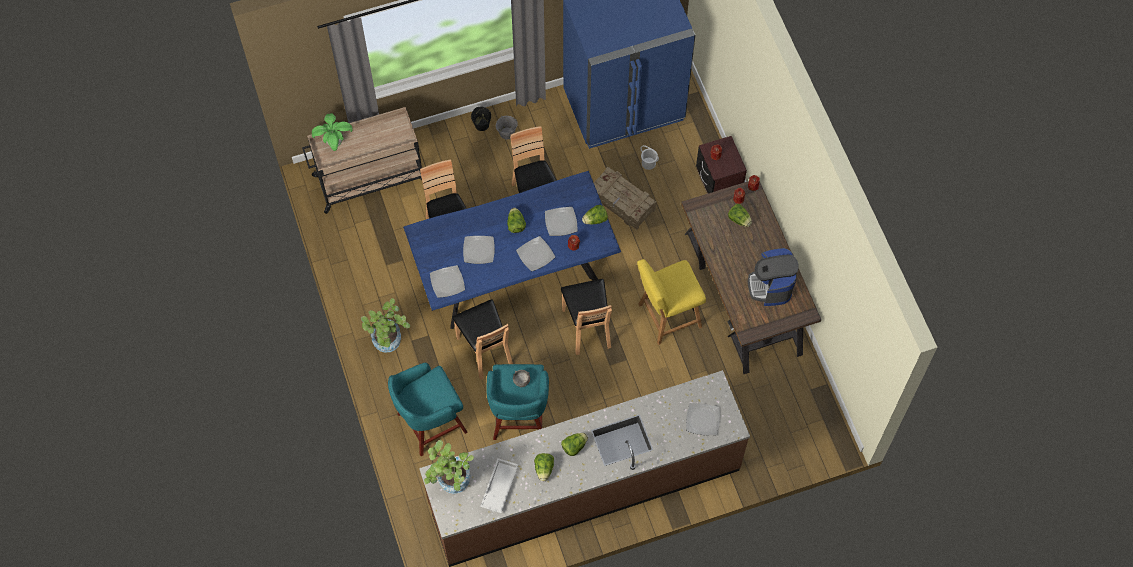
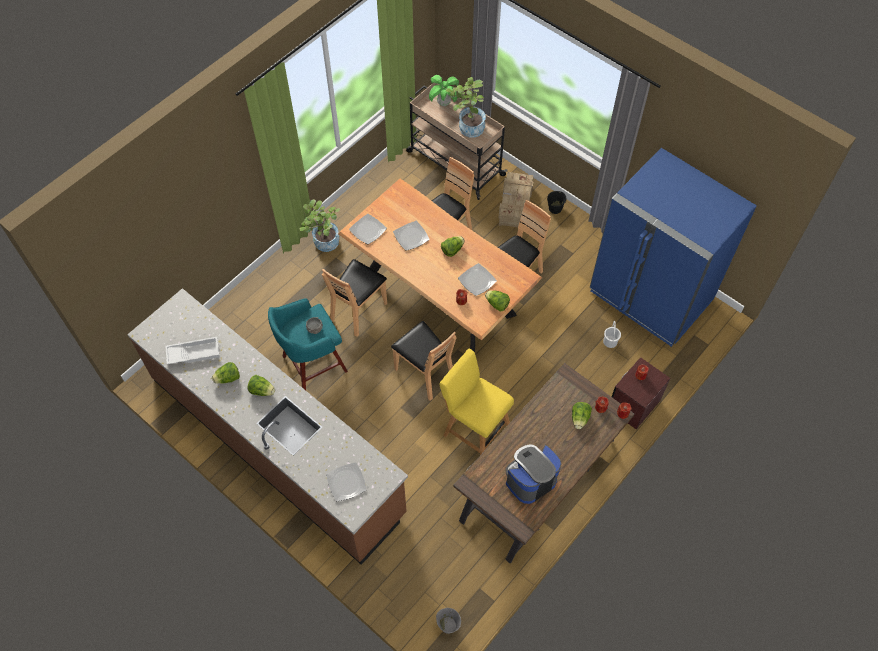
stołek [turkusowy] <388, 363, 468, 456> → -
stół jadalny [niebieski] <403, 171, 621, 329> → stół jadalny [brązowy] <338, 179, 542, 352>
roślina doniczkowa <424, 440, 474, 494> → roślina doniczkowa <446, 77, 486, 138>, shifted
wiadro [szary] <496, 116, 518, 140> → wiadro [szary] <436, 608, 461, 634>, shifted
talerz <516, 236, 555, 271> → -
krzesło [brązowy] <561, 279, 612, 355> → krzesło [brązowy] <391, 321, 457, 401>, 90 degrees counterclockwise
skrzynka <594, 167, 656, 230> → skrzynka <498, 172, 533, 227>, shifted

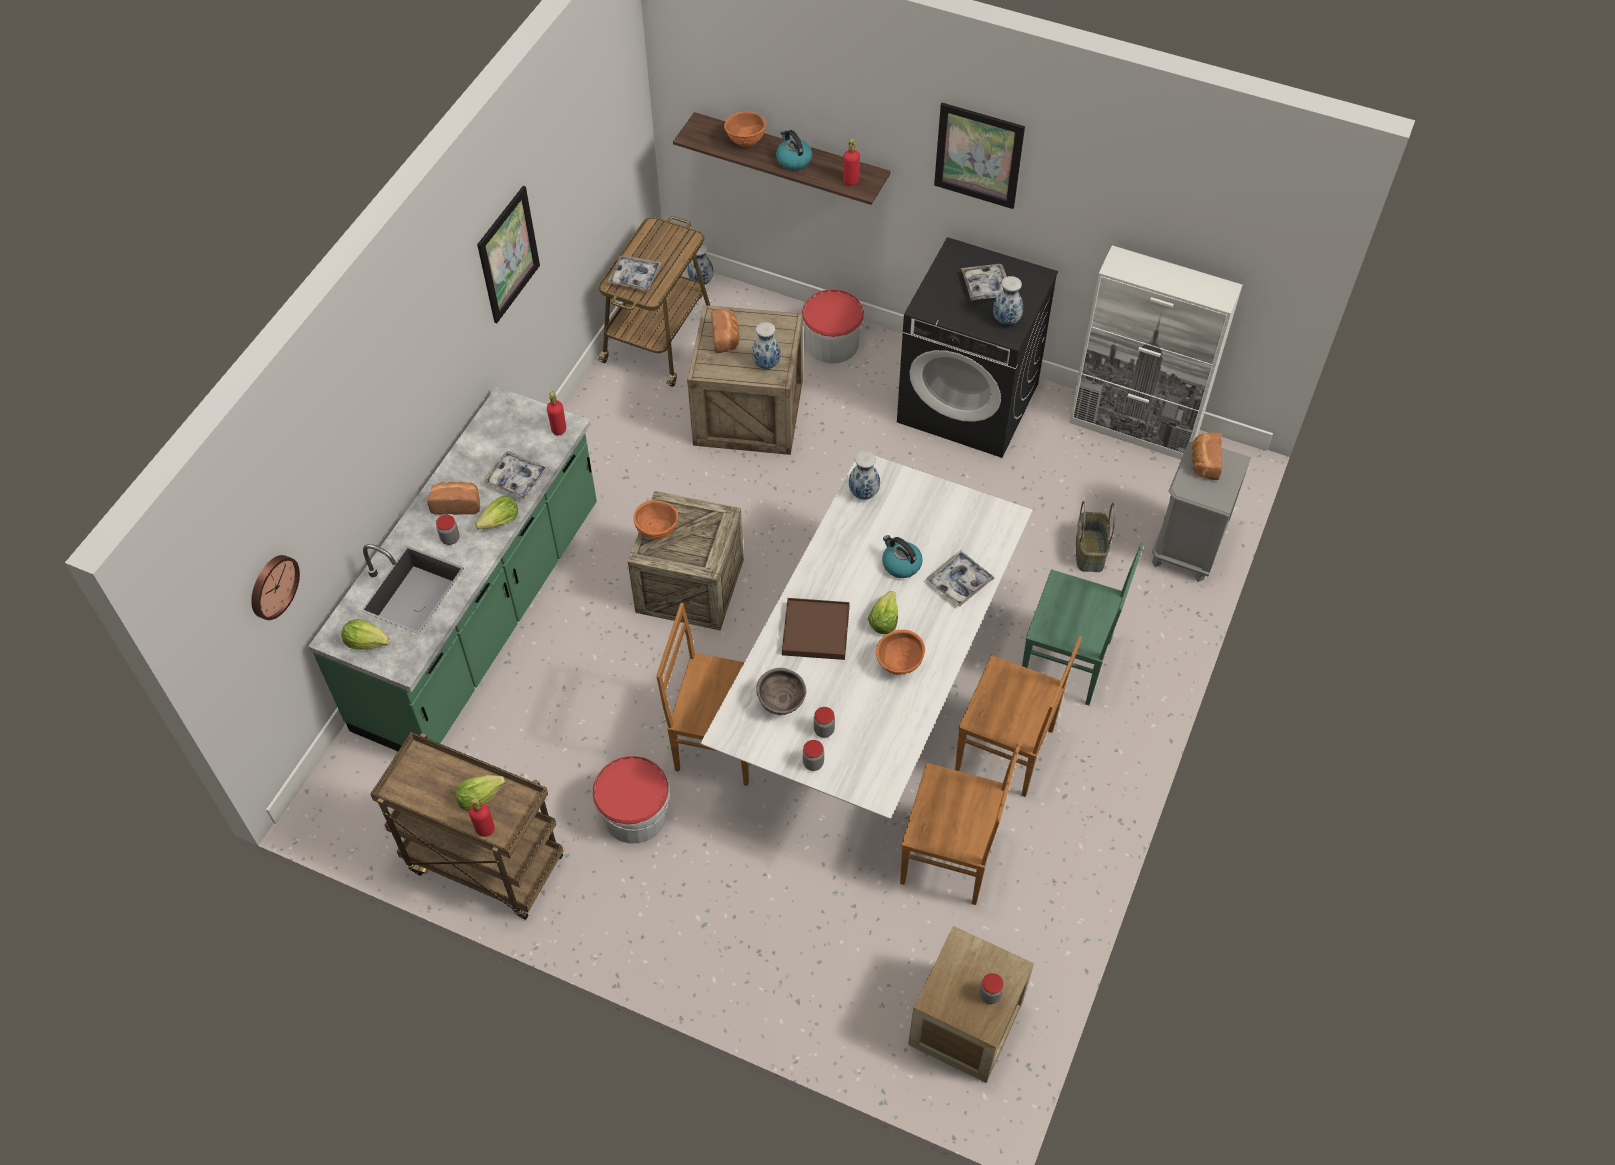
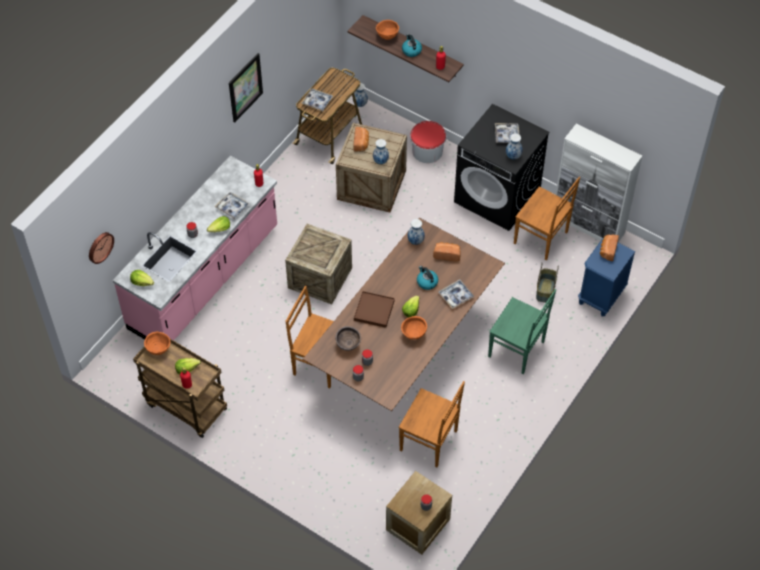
zabudowa kuchenna [zielony] <308, 387, 597, 751> → zabudowa kuchenna [różowy] <113, 156, 277, 340>
chleb <427, 482, 480, 515> → chleb <433, 242, 461, 262>, shifted
wiadro <593, 756, 669, 844> → -
miska [pomarańczowy] <633, 501, 678, 539> → miska [pomarańczowy] <144, 332, 171, 355>, shifted
stół jadalny [biały] <700, 451, 1033, 819> → stół jadalny [brązowy] <303, 218, 505, 411>
obraz <934, 103, 1025, 209> → -
krzesło [brązowy] <955, 636, 1083, 797> → krzesło [brązowy] <514, 177, 580, 261>, shifted
szafka nocna [szary] <1152, 441, 1251, 582> → szafka nocna [niebieski] <578, 238, 635, 316>

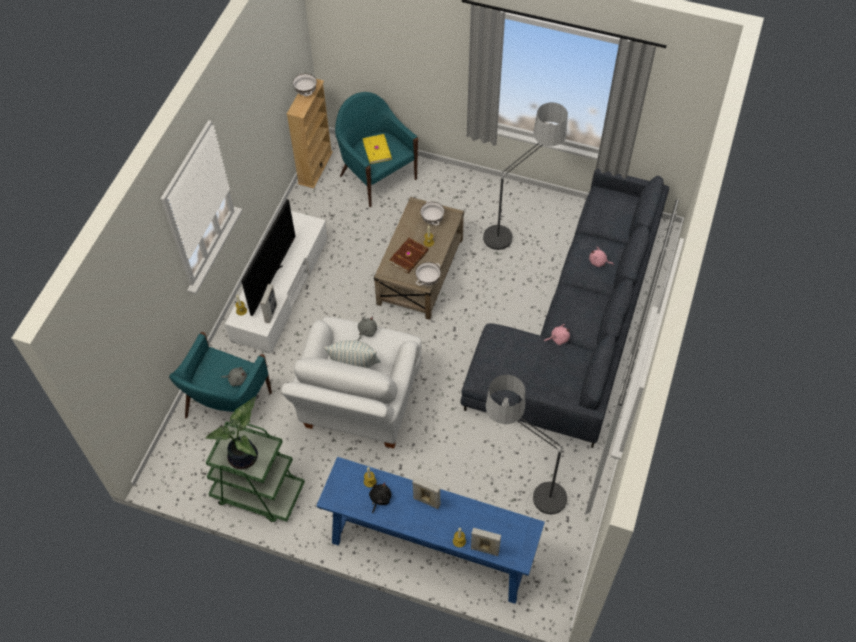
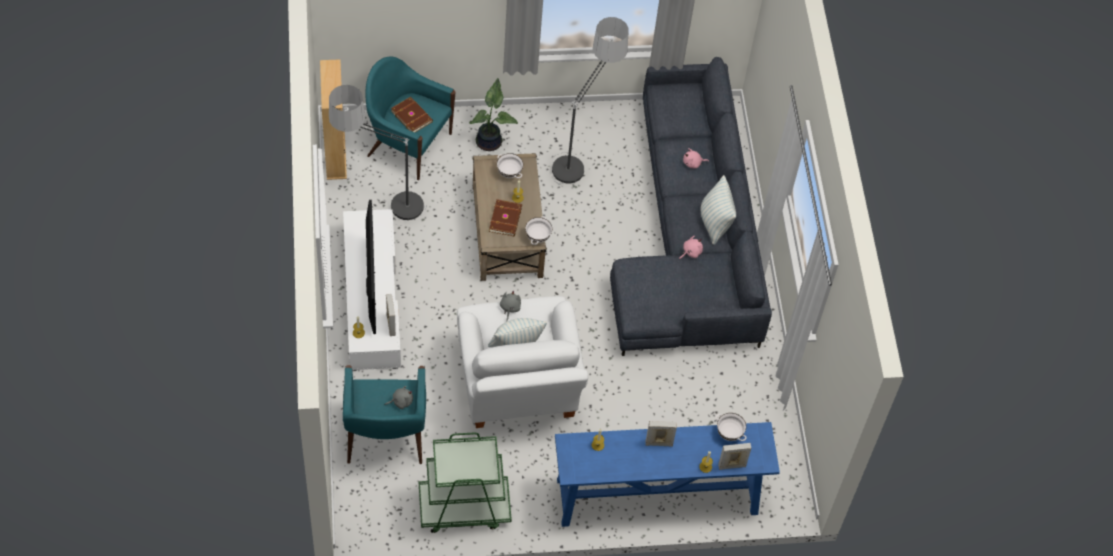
roślina doniczkowa <206, 397, 258, 469> → roślina doniczkowa <469, 78, 518, 151>, shifted
miska [biały] <293, 74, 317, 96> → miska [biały] <716, 413, 747, 441>, shifted
książka [żółty] <363, 134, 392, 164> → książka [brązowy] <391, 97, 433, 132>
pluszak [czarny] <369, 482, 392, 514> → -
lampa stojąca <486, 375, 569, 517> → lampa stojąca <329, 85, 427, 226>, shifted
- → poduszka <701, 175, 736, 245>

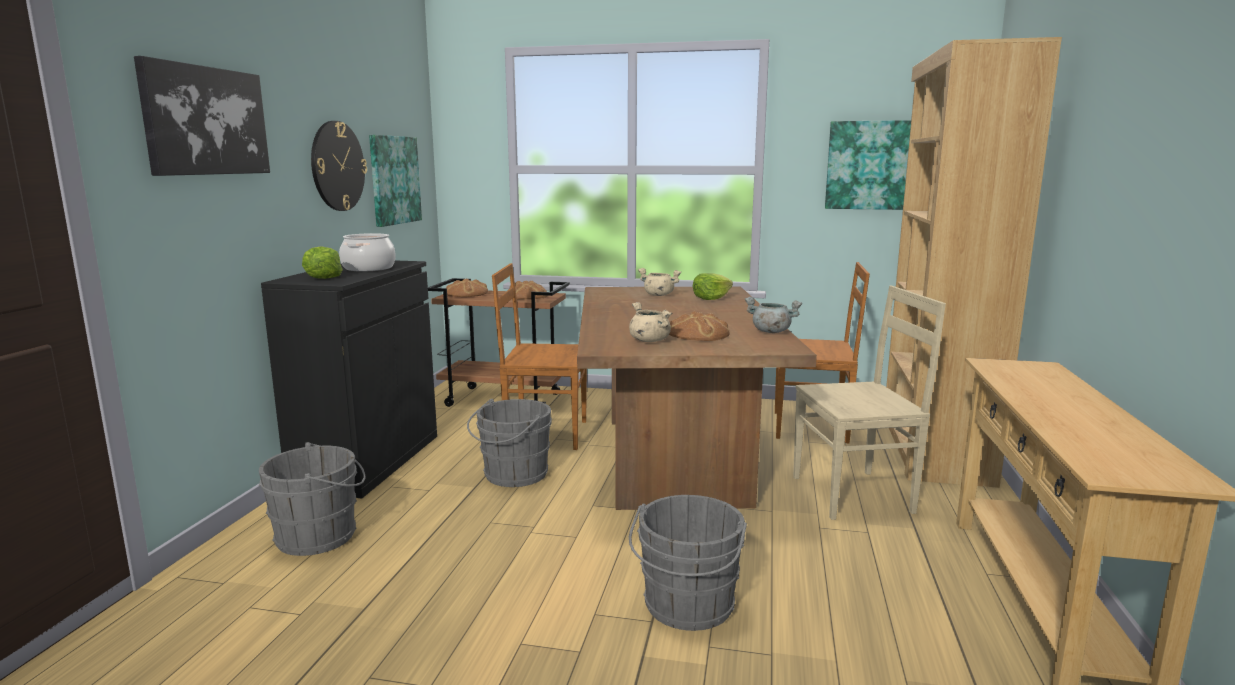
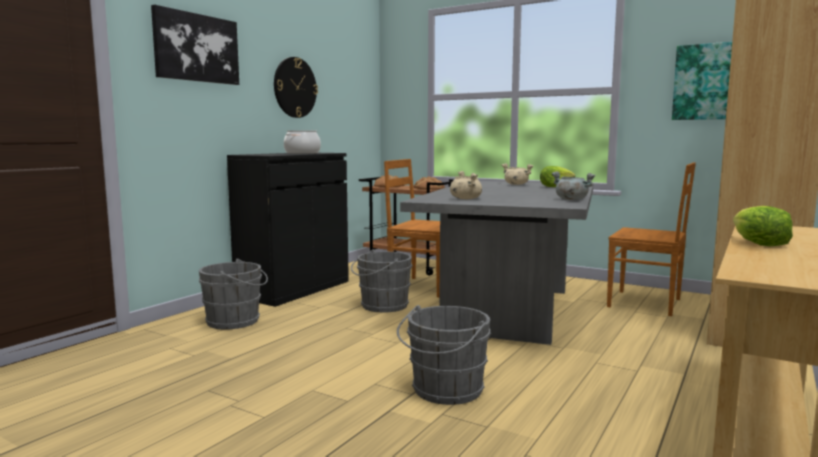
sałata <302, 246, 343, 279> → sałata <733, 206, 793, 246>, shifted
obraz <369, 135, 422, 227> → -
stół jadalny [brązowy] <577, 286, 817, 510> → stół jadalny [szary] <400, 181, 593, 345>
chleb <669, 311, 730, 341> → -
krzesło [beżowy] <793, 286, 946, 520> → -

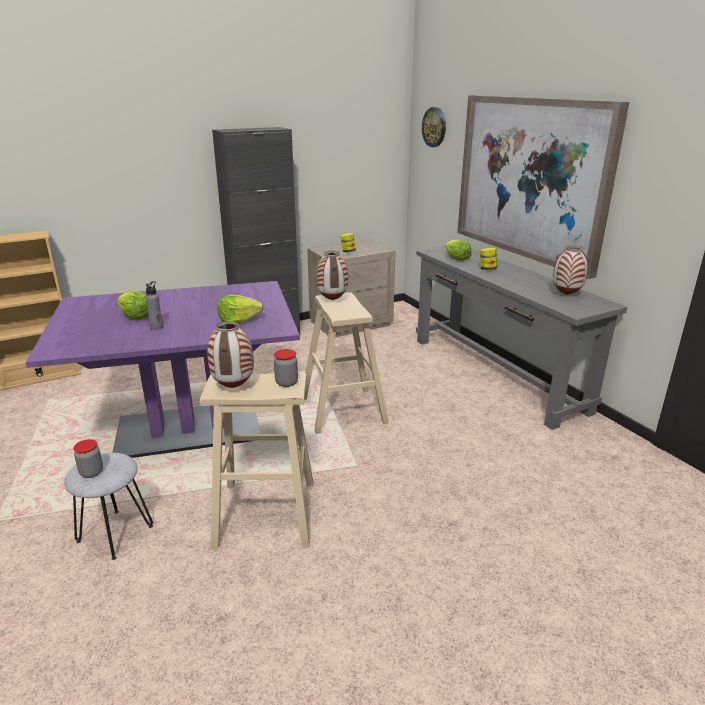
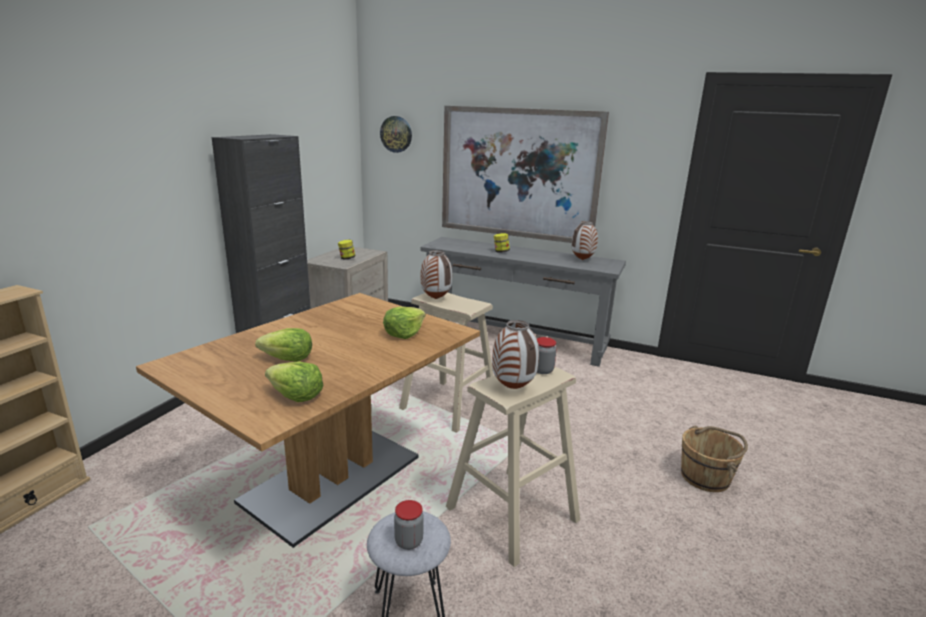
stół jadalny [fioletowy] <26, 281, 300, 458> → stół jadalny [brązowy] <136, 293, 480, 548>
butelka [szary] <145, 281, 163, 330> → -
sałata <445, 240, 471, 261> → sałata <265, 361, 323, 402>, shifted
- → wiadro [brązowy] <681, 426, 748, 492>

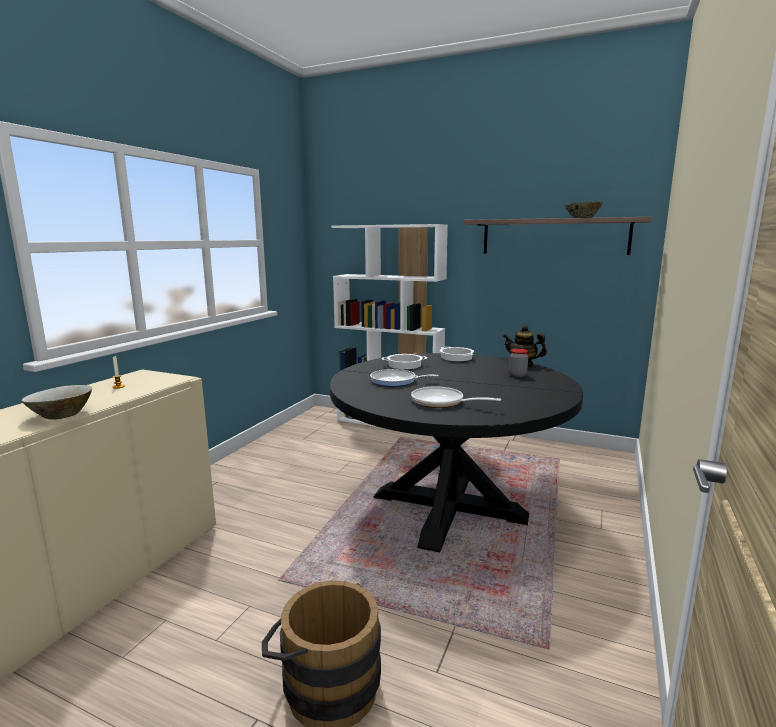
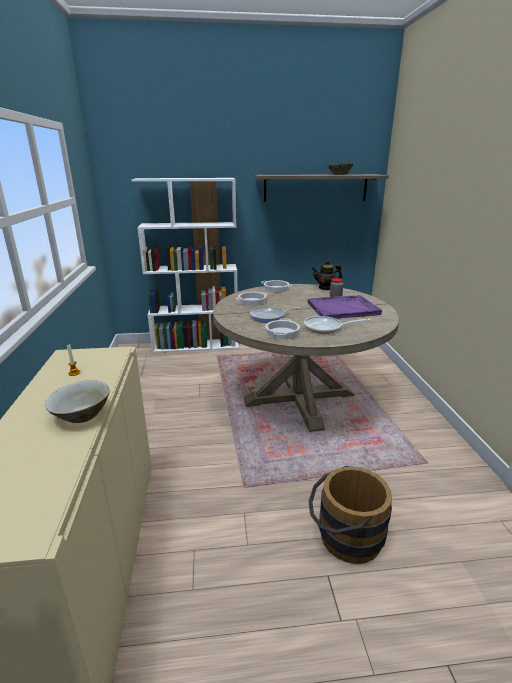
stół jadalny [czarny] <330, 353, 583, 552> → stół jadalny [beżowy] <213, 284, 399, 432>
- → garnek <265, 318, 300, 339>
- → taca [fioletowy] <308, 295, 382, 319>

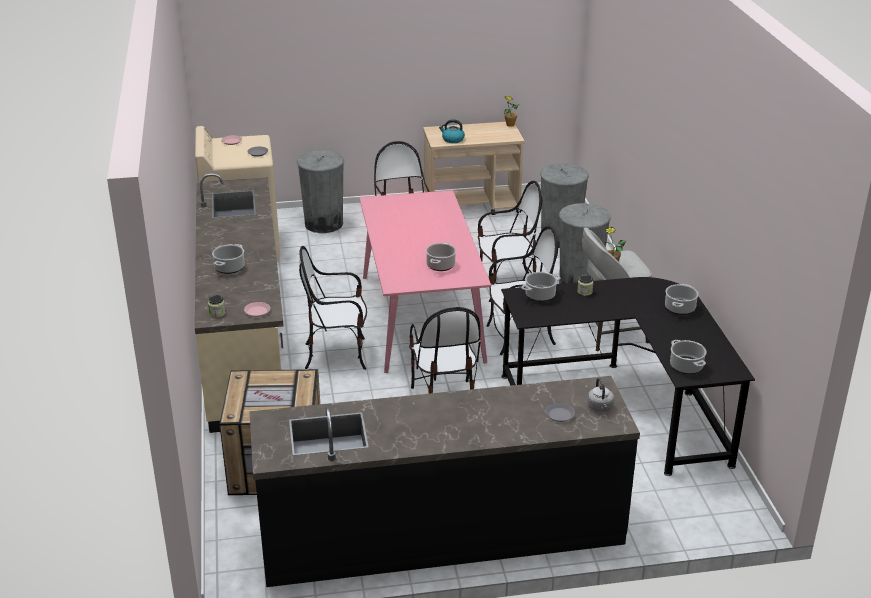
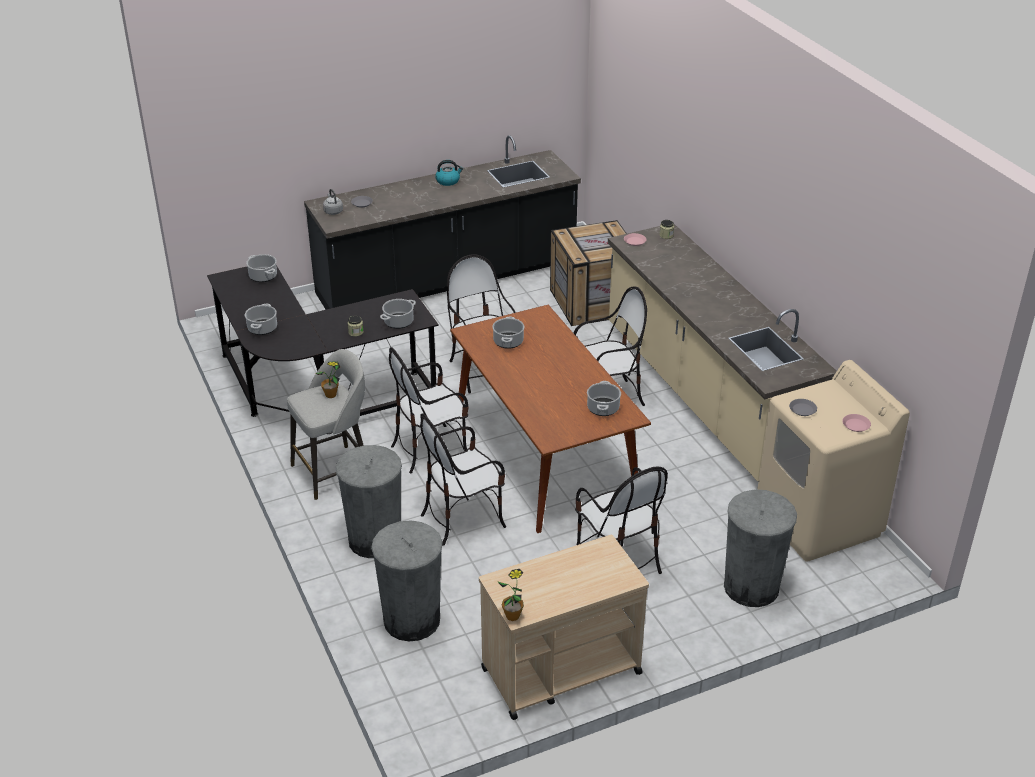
garnek <212, 244, 245, 274> → garnek <587, 381, 621, 416>, shifted
stół jadalny [różowy] <359, 190, 491, 373> → stół jadalny [brązowy] <450, 305, 651, 533>
czajnik <439, 119, 465, 143> → czajnik <435, 160, 463, 186>, shifted

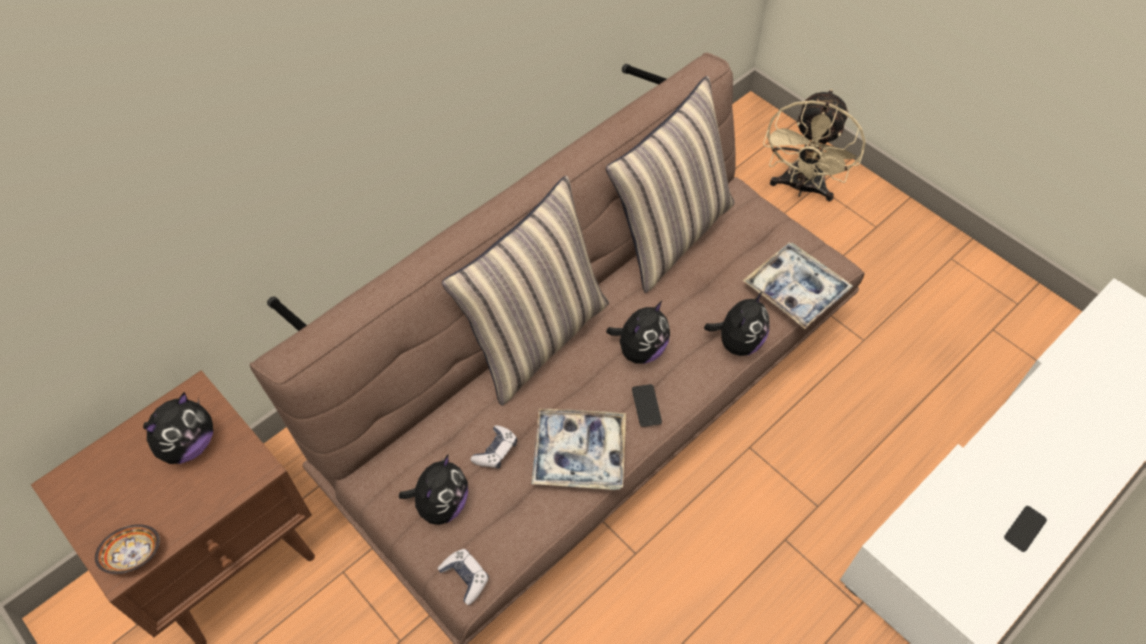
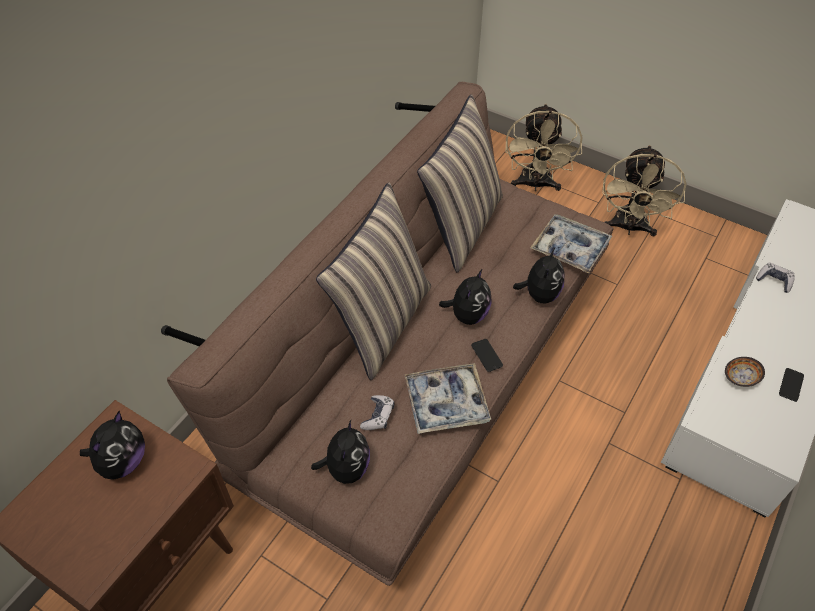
miska <95, 524, 160, 574> → miska <725, 357, 765, 387>, shifted
pad do gier <438, 549, 489, 605> → pad do gier <756, 263, 795, 293>, shifted
- → wentylator [beżowy] <602, 145, 686, 237>

